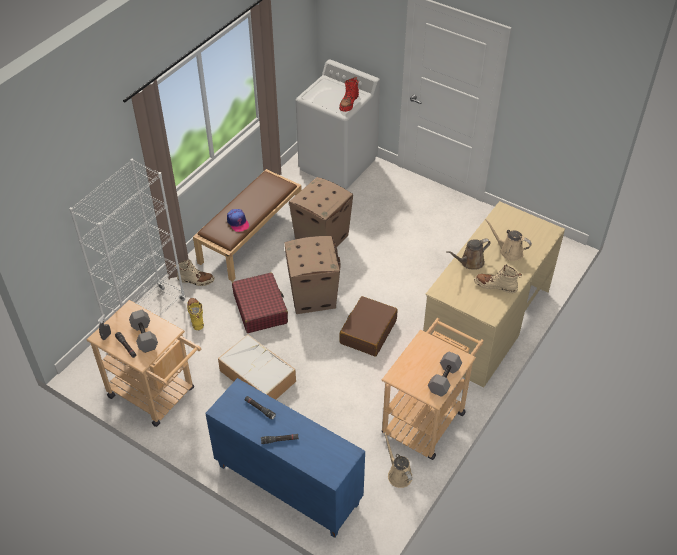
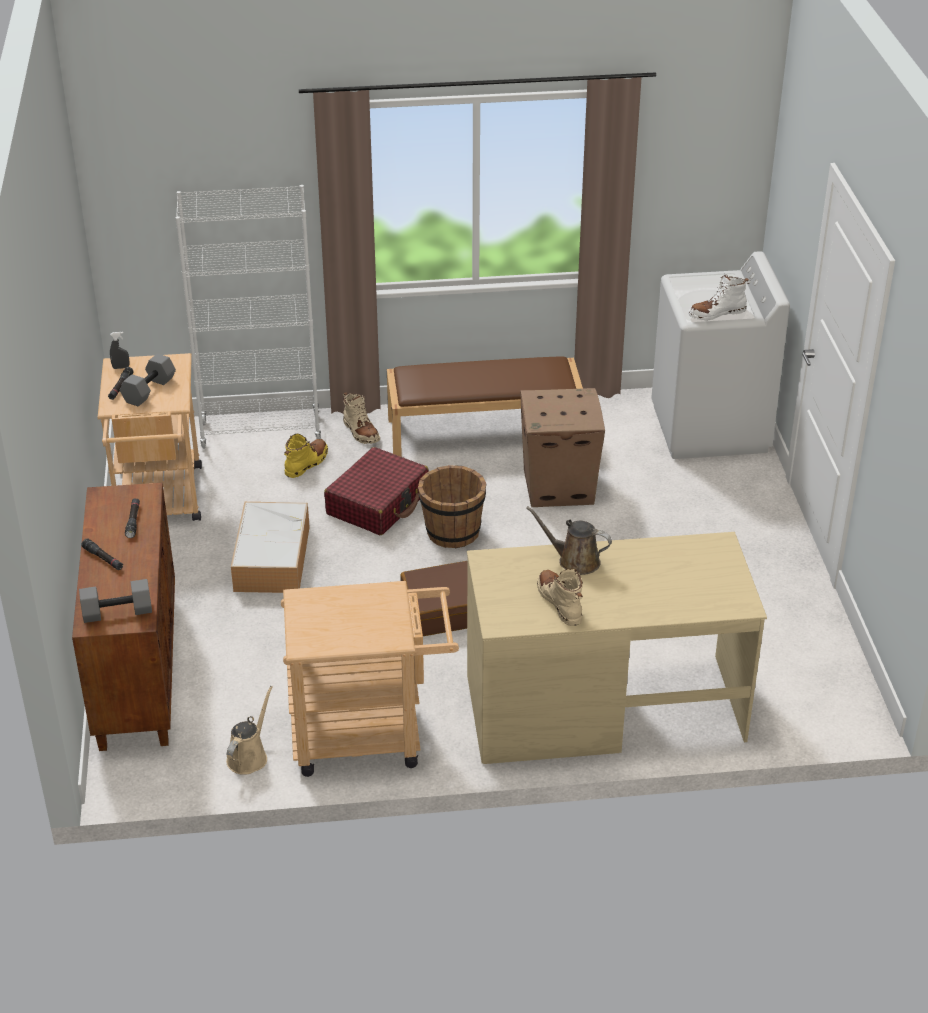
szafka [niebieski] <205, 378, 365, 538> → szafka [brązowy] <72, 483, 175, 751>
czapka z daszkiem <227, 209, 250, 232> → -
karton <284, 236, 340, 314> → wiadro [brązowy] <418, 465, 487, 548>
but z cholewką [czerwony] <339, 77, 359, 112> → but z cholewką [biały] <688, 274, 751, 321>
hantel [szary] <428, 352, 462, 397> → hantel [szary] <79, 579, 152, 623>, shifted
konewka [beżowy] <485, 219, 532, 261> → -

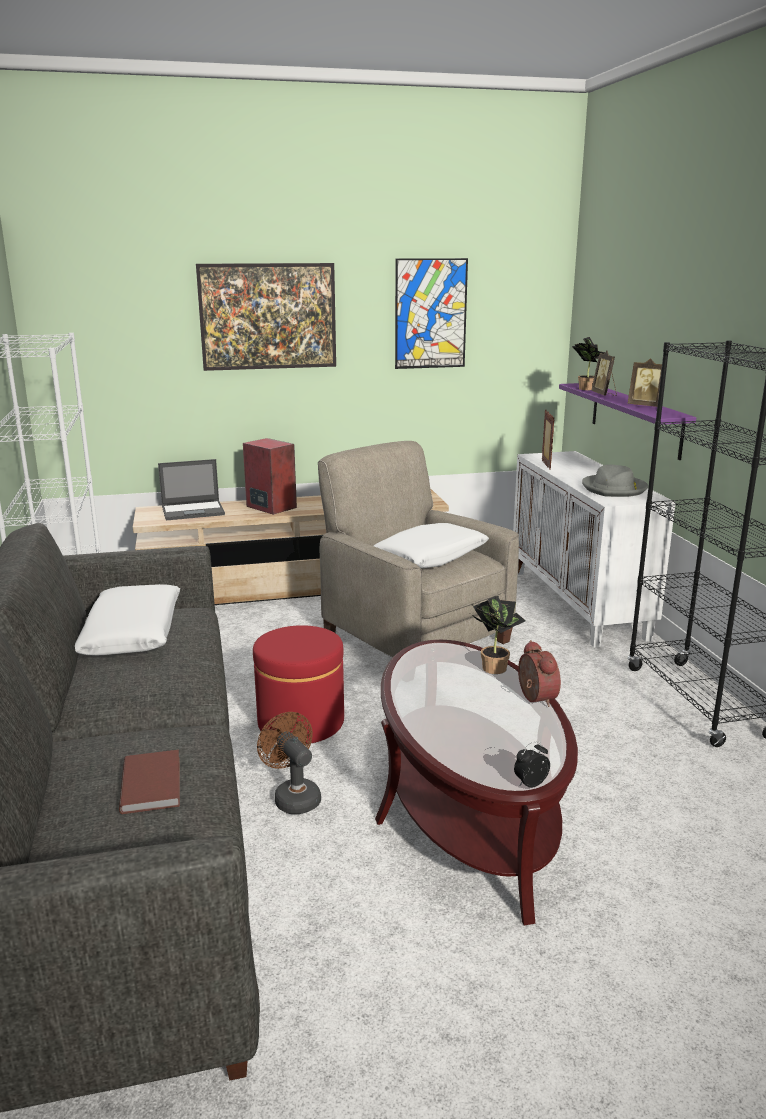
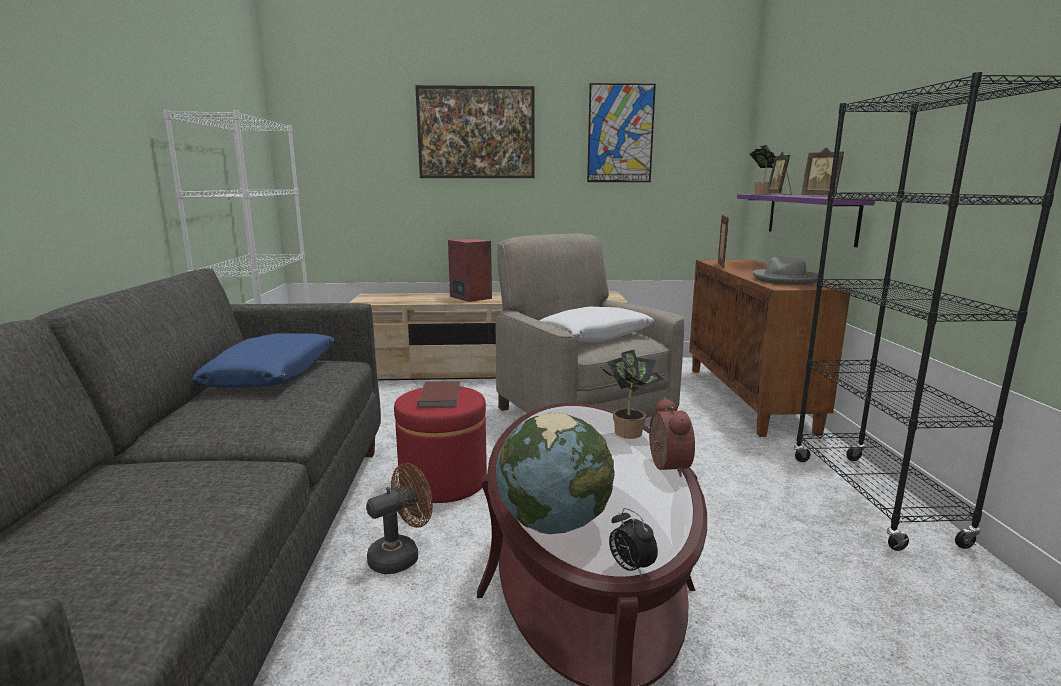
poduszka [biały] <75, 584, 180, 655> → poduszka [niebieski] <192, 333, 335, 388>
książka [brązowy] <119, 750, 180, 814> → książka [brązowy] <417, 381, 460, 408>, shifted
laptop <158, 459, 225, 520> → -
wentylator [brązowy] <257, 712, 321, 814> → wentylator [brązowy] <366, 463, 433, 574>, 75 degrees clockwise
szafka [biały] <513, 451, 676, 647> → szafka [brązowy] <689, 259, 851, 437>
budzik <514, 741, 550, 788> → budzik <609, 508, 658, 577>, 105 degrees counterclockwise
- → globus <496, 413, 614, 534>

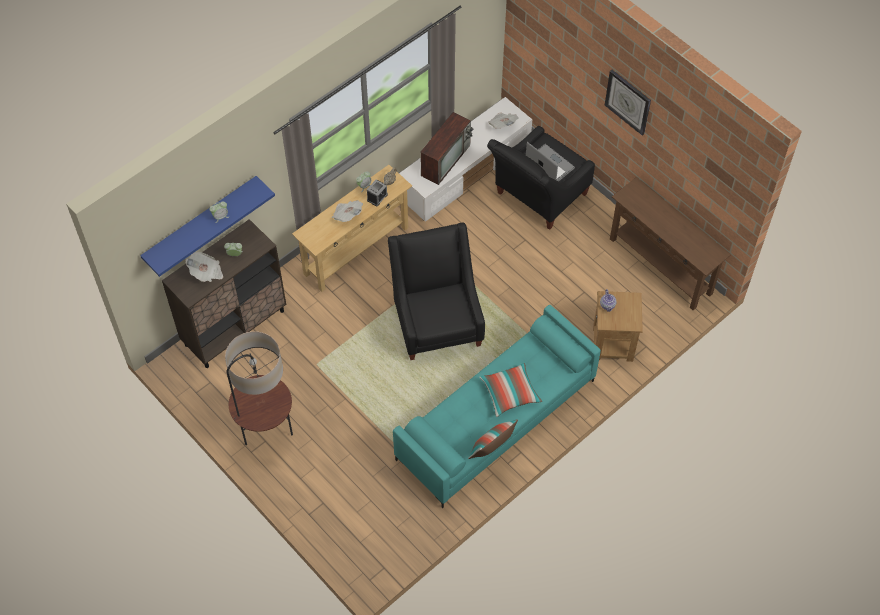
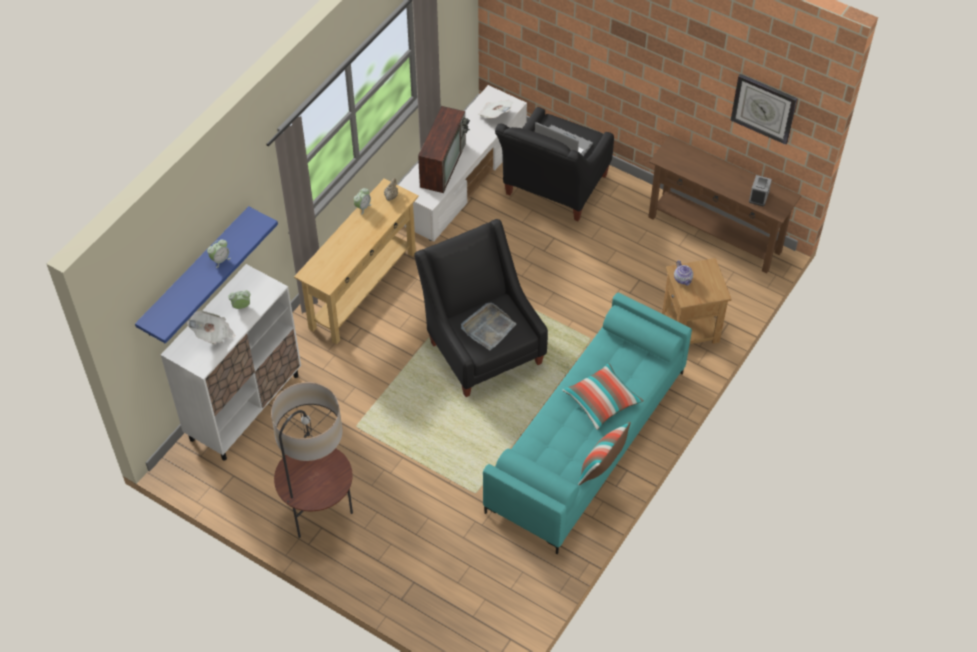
szafka [brązowy] <162, 219, 286, 368> → szafka [biały] <161, 264, 301, 460>
gazeta <332, 200, 363, 222> → -
budzik <367, 180, 388, 207> → budzik <749, 175, 772, 206>, shifted
zegar ścienny <605, 70, 651, 136> → zegar ścienny <731, 74, 797, 145>, shifted
- → taca [szary] <461, 302, 516, 350>

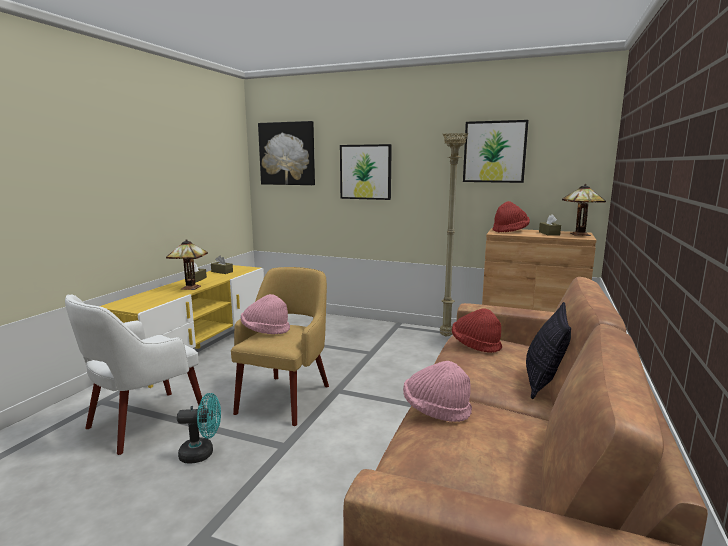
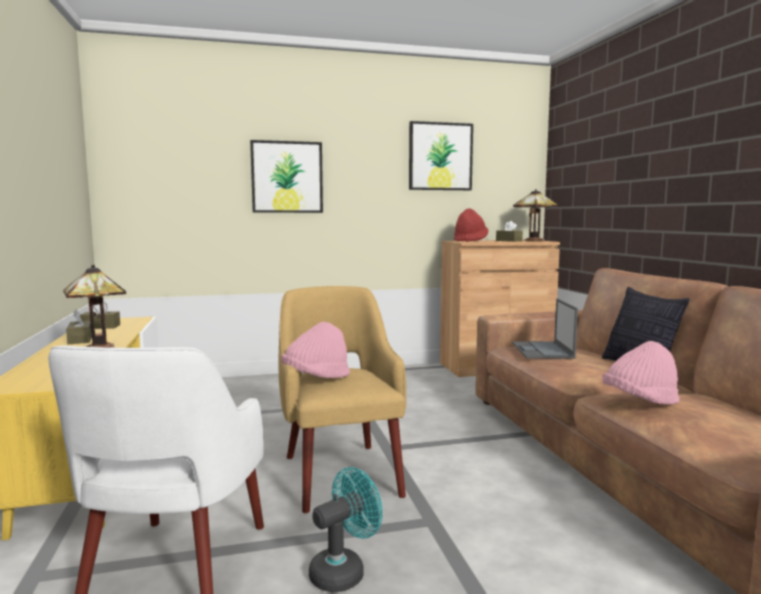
obraz <258, 121, 315, 185> → -
lampa stojąca [beżowy] <440, 133, 468, 336> → -
kapelusz [czerwony] <452, 309, 502, 353> → laptop <512, 298, 578, 359>

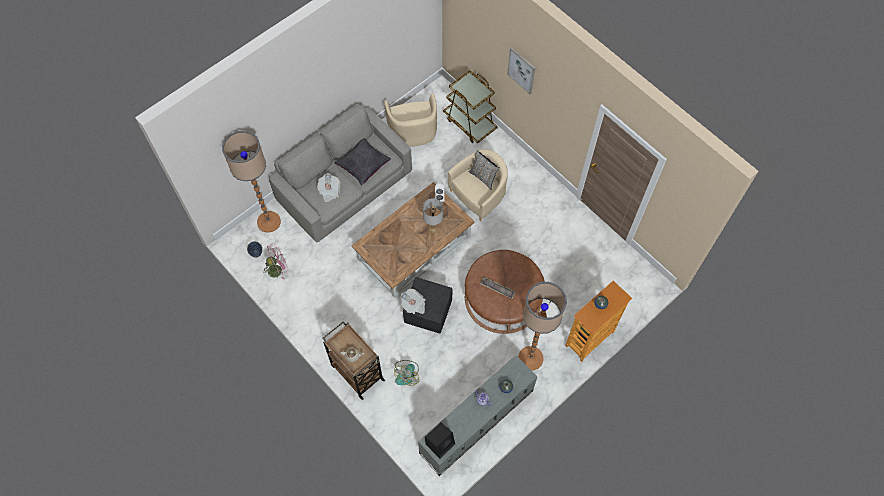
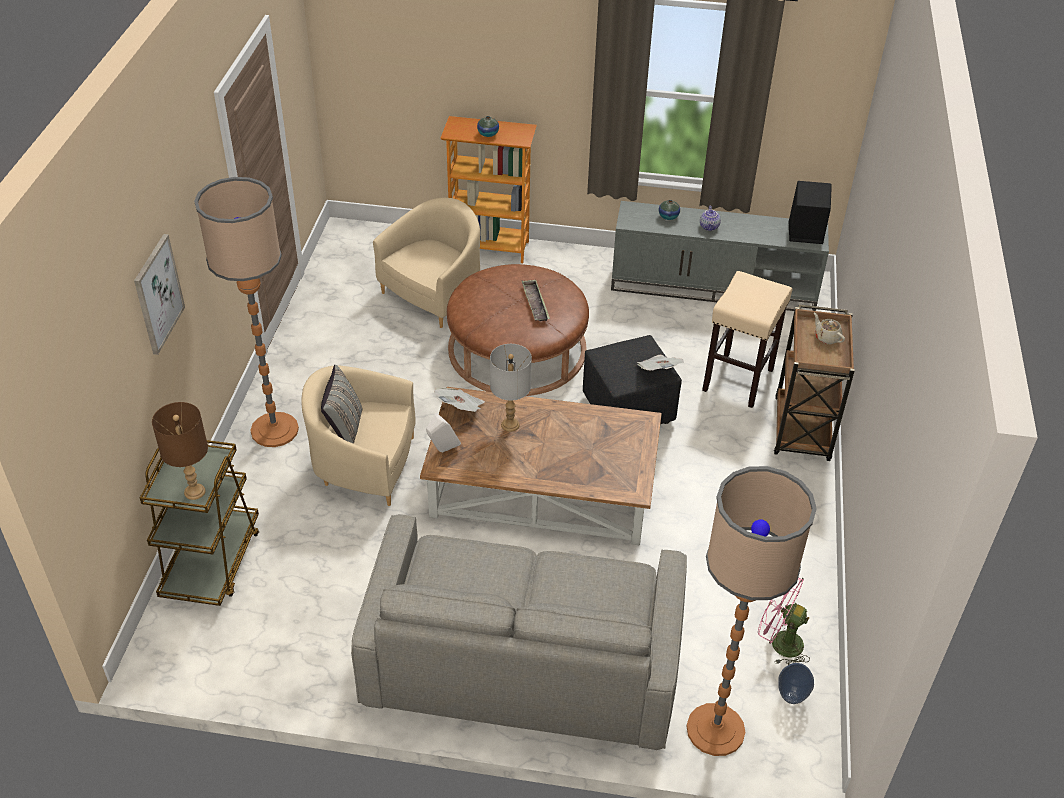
gazeta <317, 173, 340, 202> → gazeta <434, 387, 485, 412>, shifted
poduszka [czarny] <335, 138, 391, 185> → -
fotel [beżowy] <384, 93, 437, 147> → fotel [beżowy] <373, 198, 480, 328>, shifted
wentylator <394, 360, 419, 386> → stołek [beżowy] <702, 271, 793, 408>
lampa stojąca <518, 282, 567, 371> → lampa stojąca <194, 177, 299, 447>, shifted
- → lampa stołowa [brązowy] <152, 402, 208, 500>

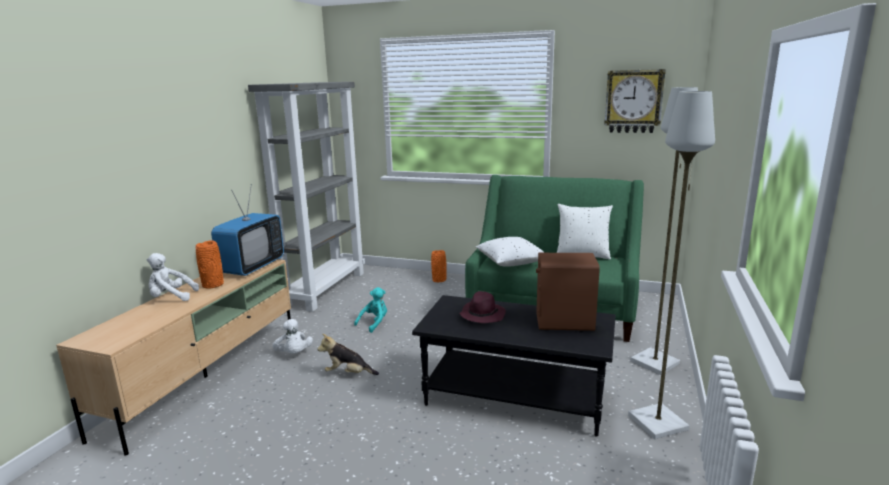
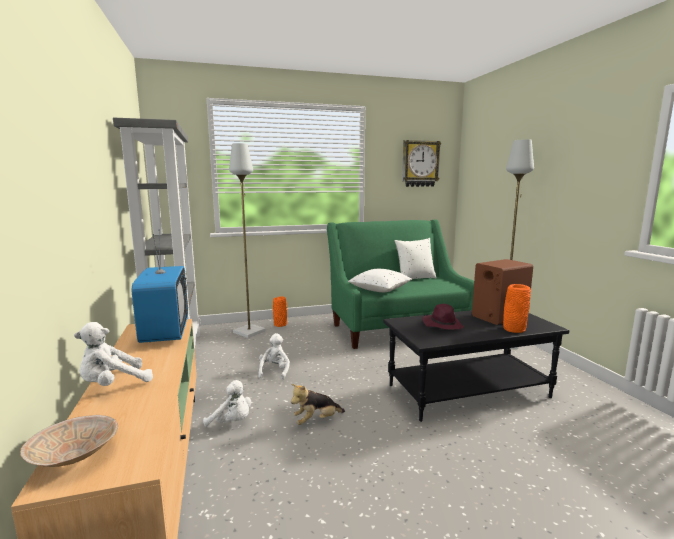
wazon [pomarańczowy] <196, 241, 224, 289> → wazon [pomarańczowy] <503, 284, 531, 333>, shifted
pluszak [turkusowy] <354, 287, 387, 333> → pluszak [biały] <258, 333, 290, 380>
lampa stojąca [szary] <628, 91, 715, 439> → lampa stojąca [szary] <229, 143, 266, 338>, shifted
- → miska [beżowy] <20, 415, 118, 467>

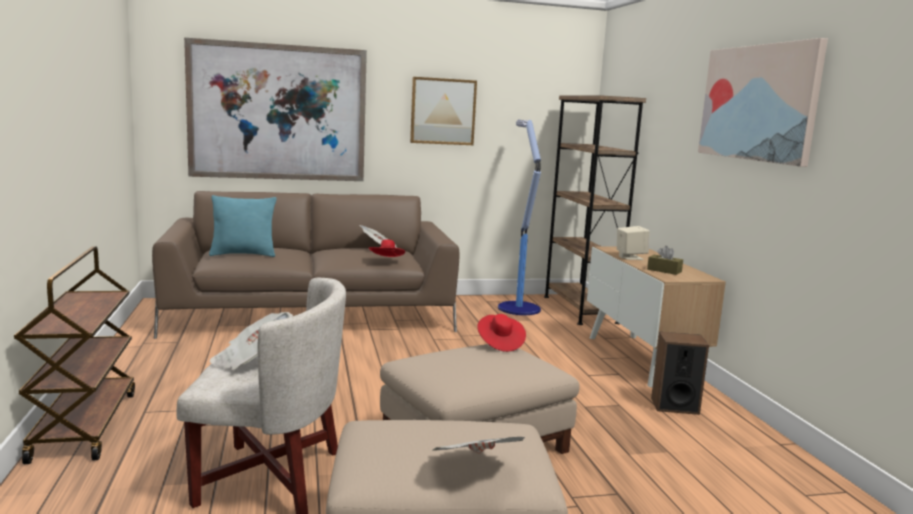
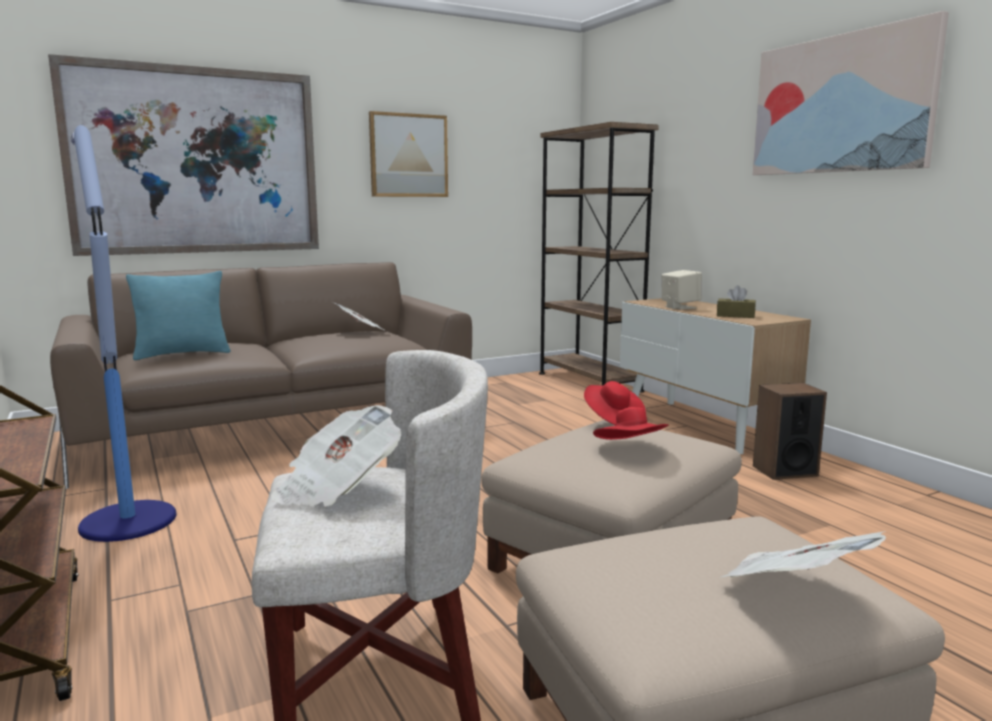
kapelusz [czerwony] <369, 239, 405, 257> → kapelusz [czerwony] <593, 407, 669, 440>, shifted
lampa stojąca <498, 120, 541, 315> → lampa stojąca <71, 125, 176, 542>, shifted

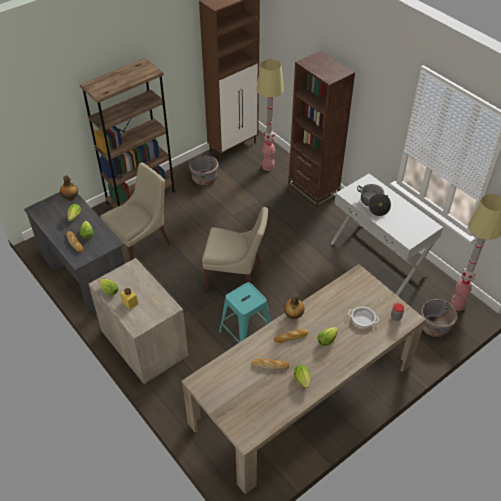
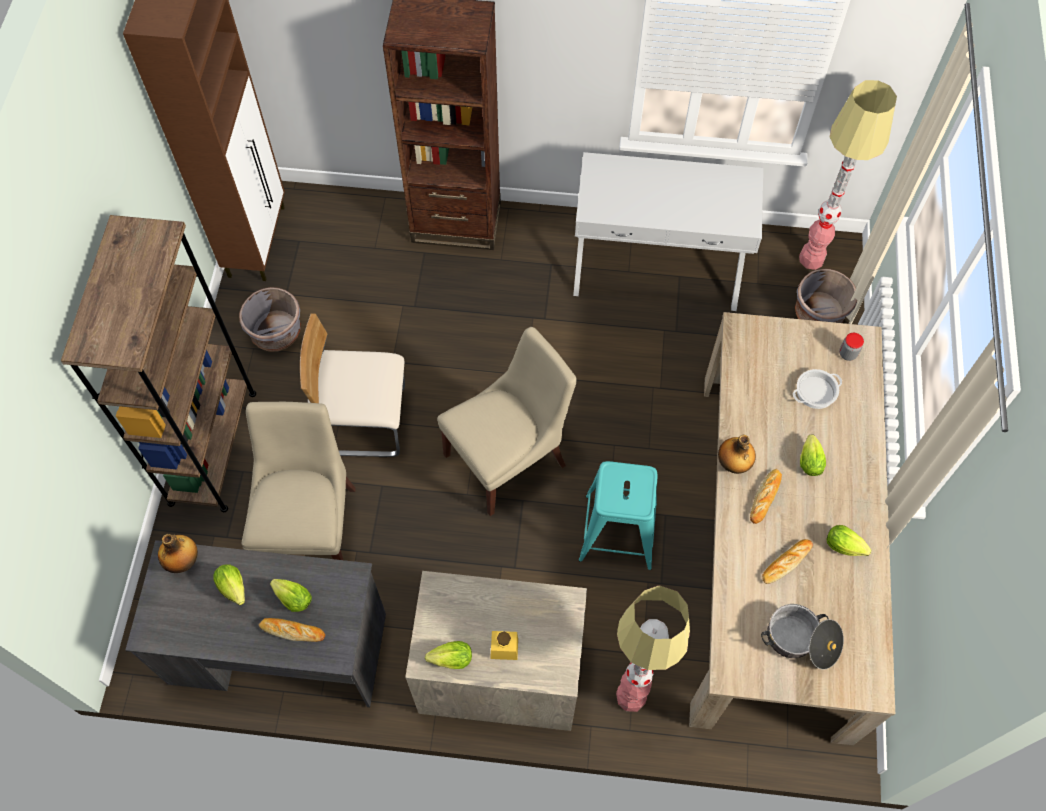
lampa stojąca <256, 59, 284, 171> → lampa stojąca <616, 585, 690, 712>, shifted
garnek <357, 184, 391, 216> → garnek <761, 604, 844, 669>, shifted
- → krzesło [beżowy] <300, 314, 405, 457>

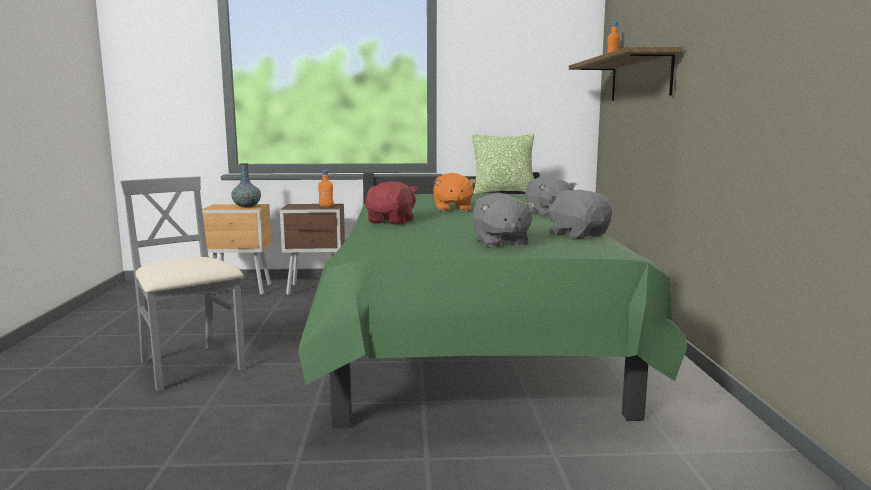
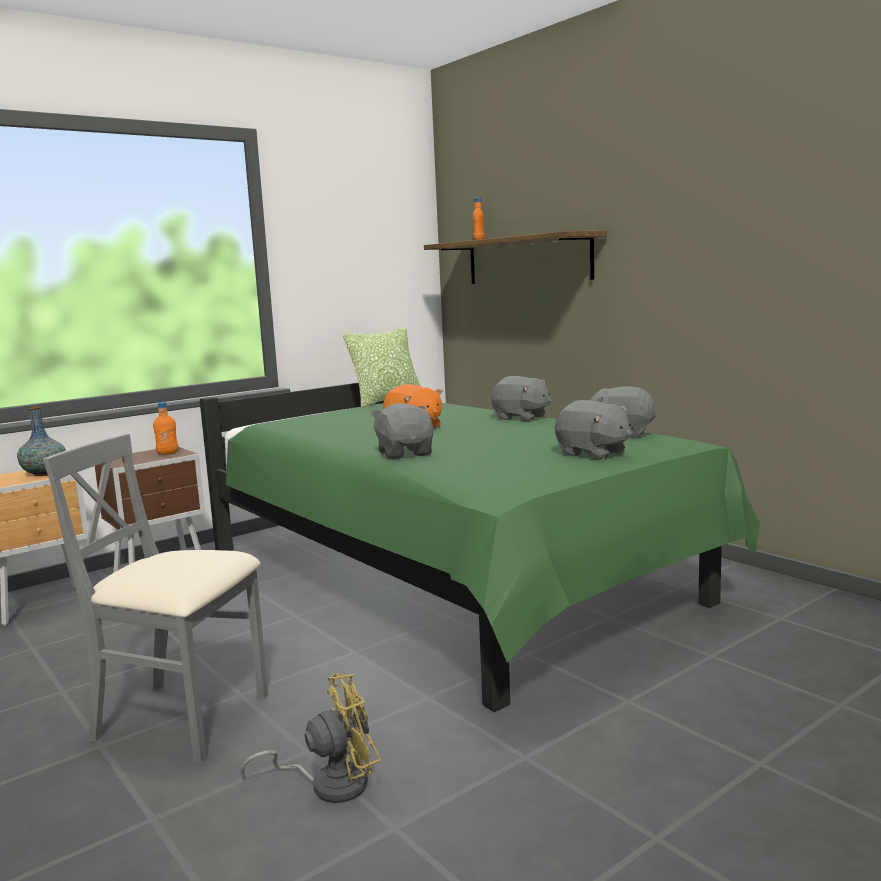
pluszak [czerwony] <366, 181, 418, 225> → pluszak [szary] <370, 403, 434, 459>
- → wentylator [żółty] <241, 674, 381, 803>

